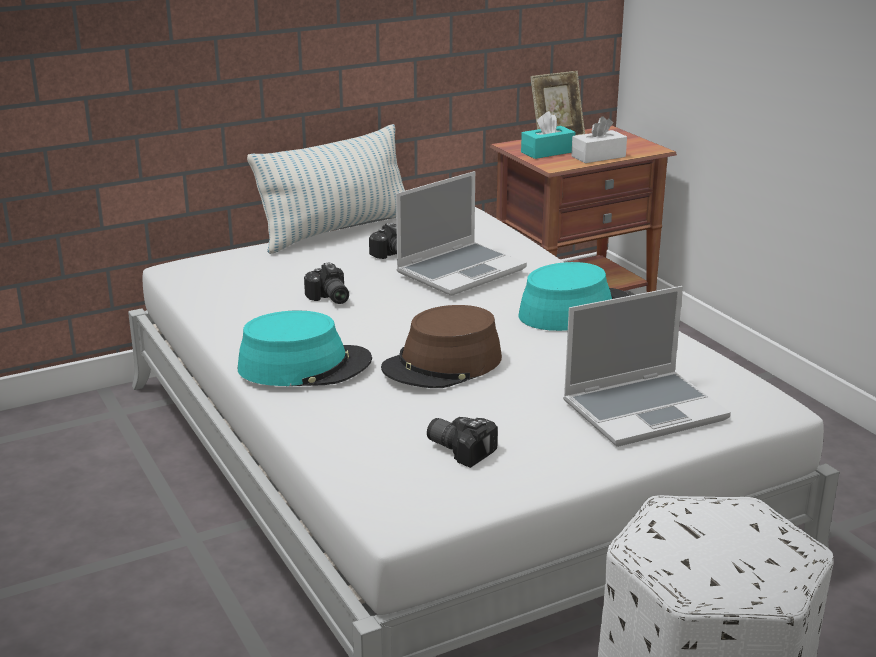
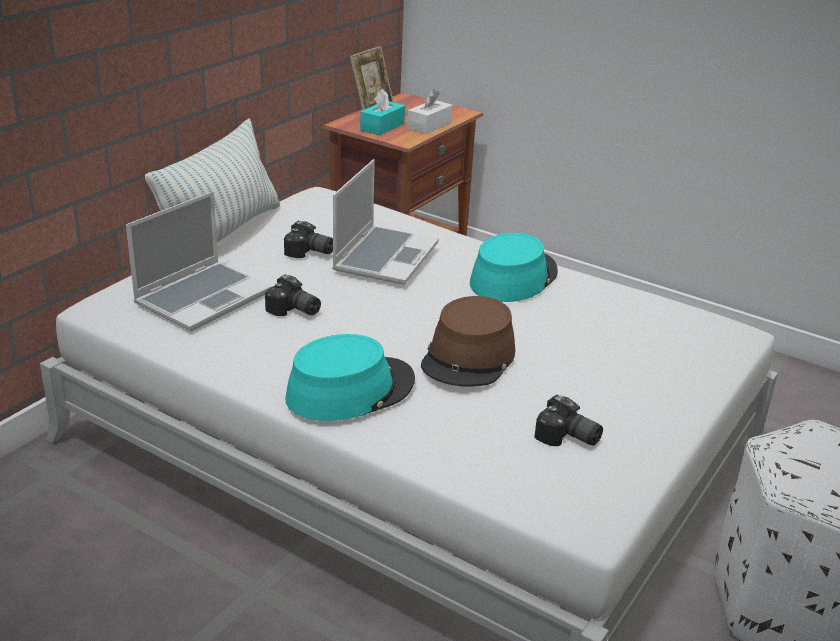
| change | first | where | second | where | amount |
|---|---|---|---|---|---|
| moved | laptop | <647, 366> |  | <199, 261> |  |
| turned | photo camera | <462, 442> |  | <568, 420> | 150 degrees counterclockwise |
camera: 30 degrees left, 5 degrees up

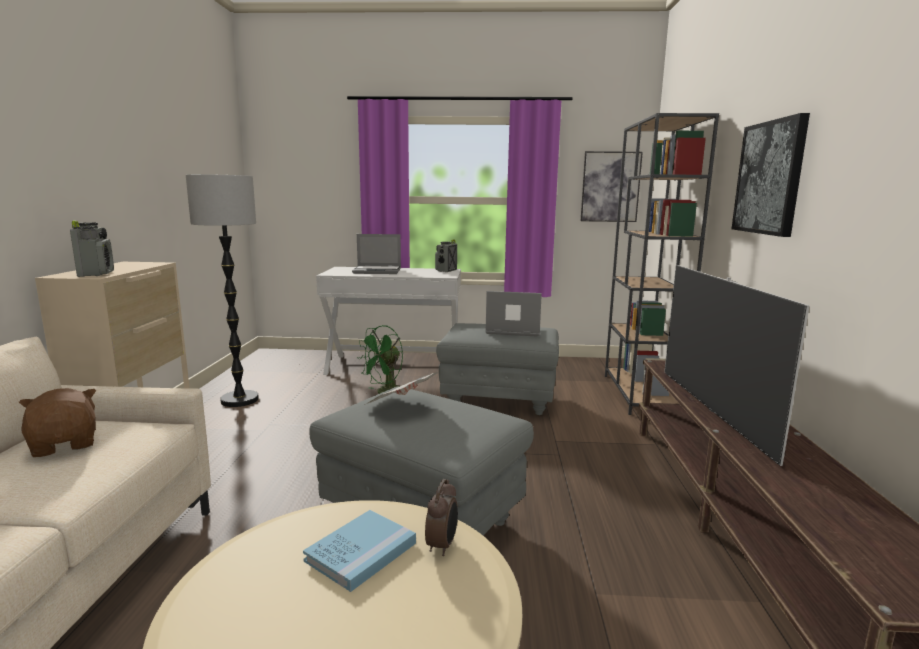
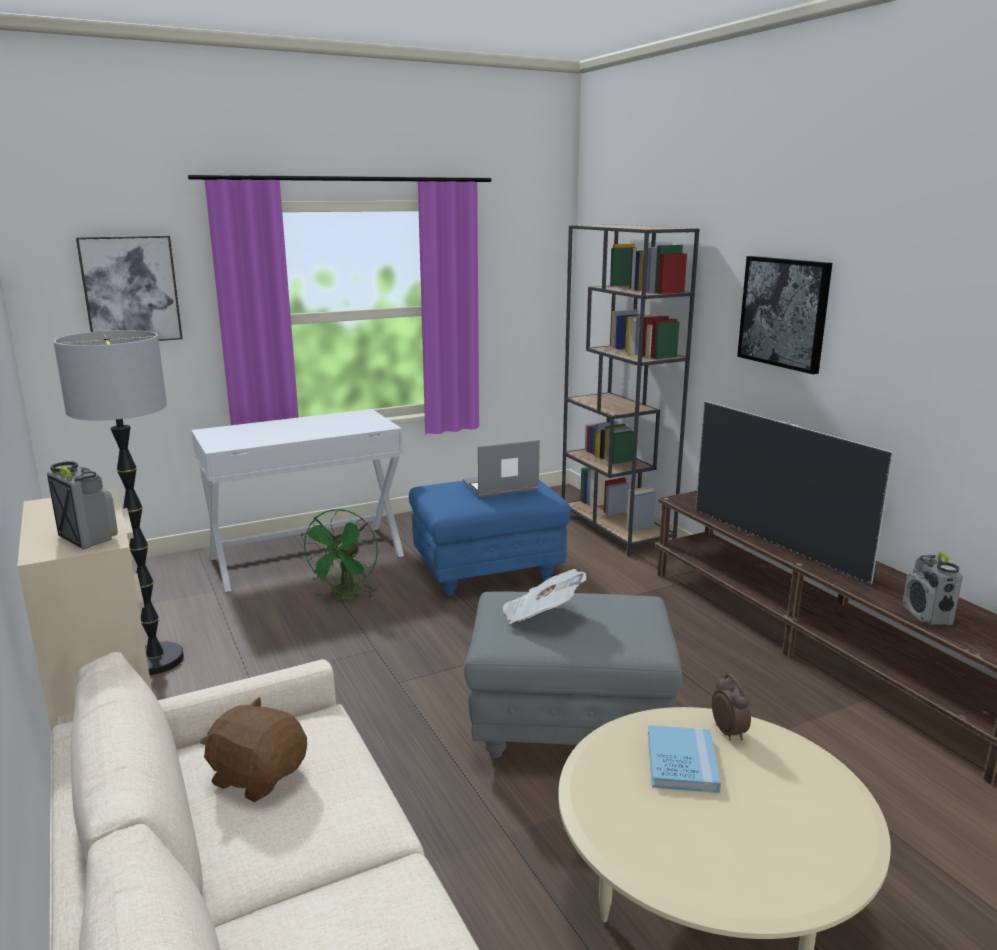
| change | first | where | second | where | amount |
|---|---|---|---|---|---|
| moved | picture | <612, 186> |  | <129, 288> |  |
| removed | laptop | <376, 254> |  |  |  |
| moved | radio | <446, 255> |  | <933, 588> |  |
| recoloured | grey ottoman | <497, 369> | blue ottoman | <490, 538> |  |
camera: 30 degrees left, 5 degrees up

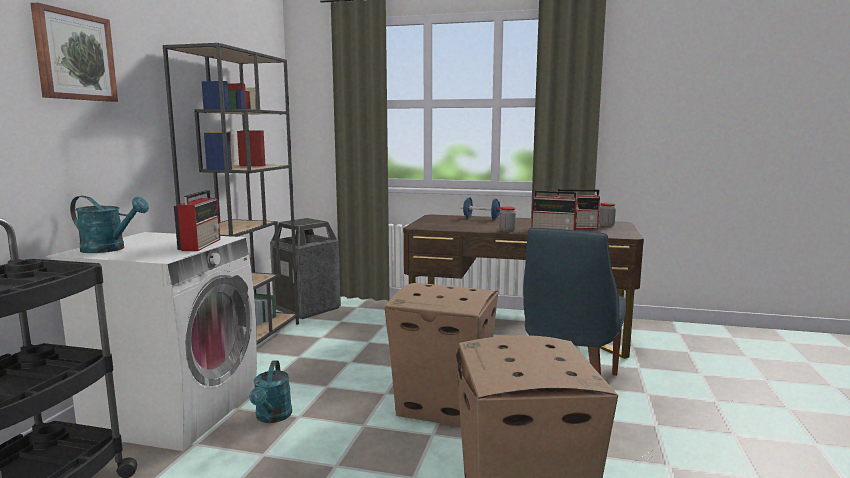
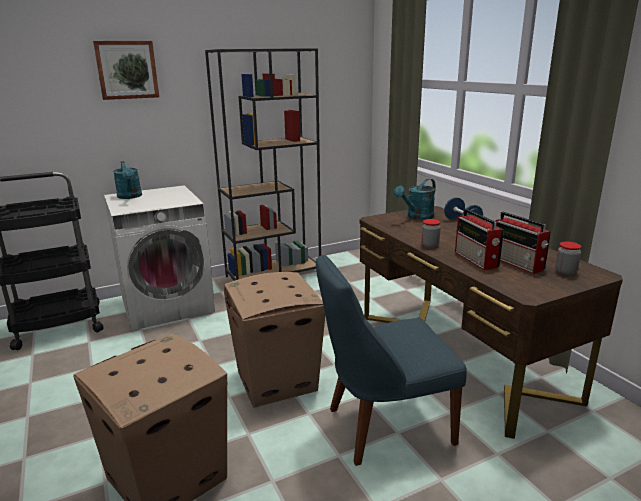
| change | first | where | second | where | amount |
|---|---|---|---|---|---|
| removed | radio | <197, 220> |  |  |  |
| removed | trash can | <305, 268> |  |  |  |
| moved | turquoise watering can | <270, 391> |  | <415, 199> |  |
camera: 50 degrees right, 10 degrees up

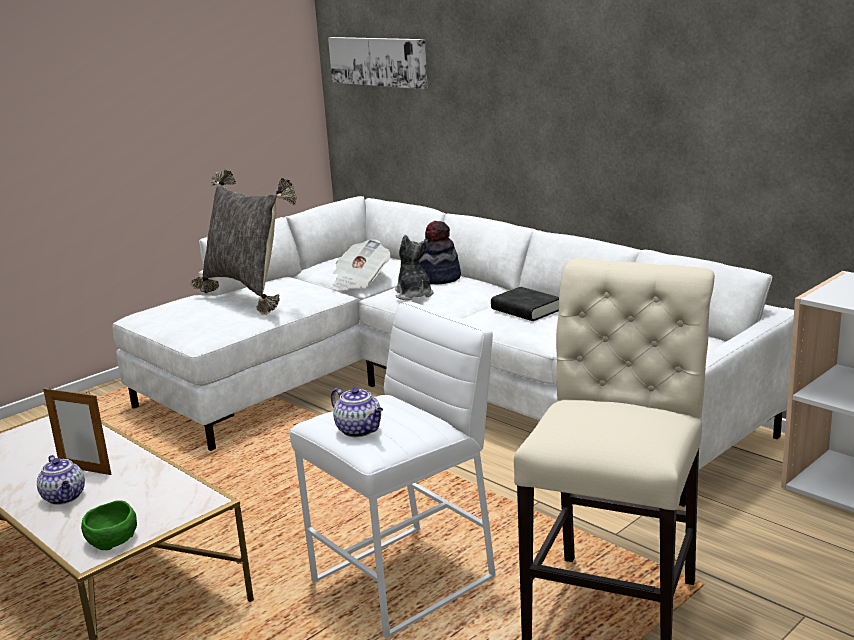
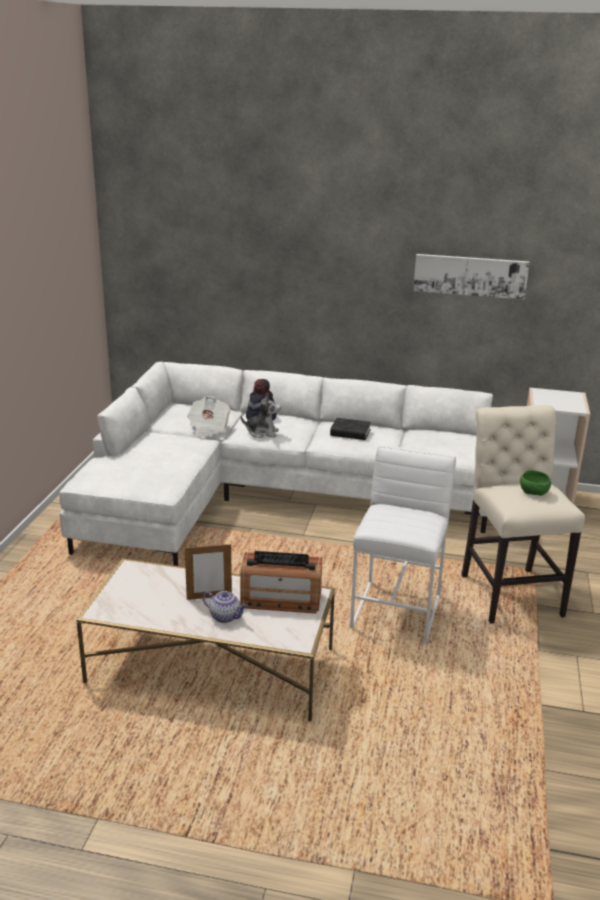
| change | first | where | second | where | amount |
|---|---|---|---|---|---|
| moved | picture | <378, 63> |  | <471, 277> |  |
| removed | pillow | <244, 243> |  |  |  |
| turned | plush toy | <414, 268> |  | <261, 415> | 150 degrees clockwise |
| removed | teapot | <357, 412> |  |  |  |
| moved | green bowl | <109, 525> |  | <535, 483> |  |
| added |  |  | radio | <281, 582> |  |
camera: 35 degrees left, 5 degrees up

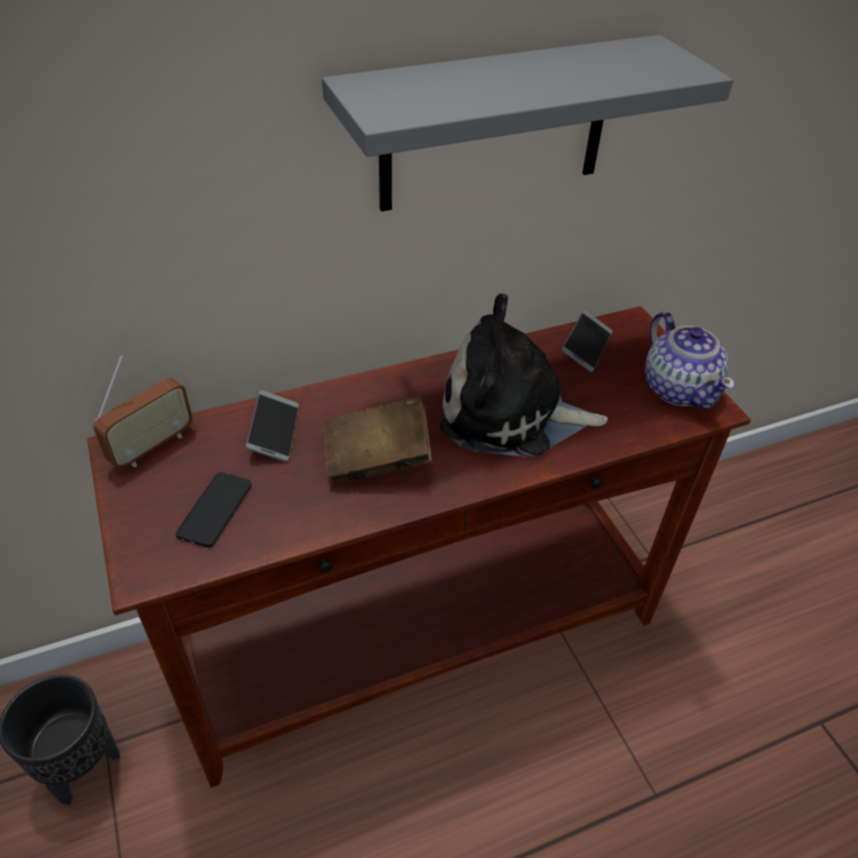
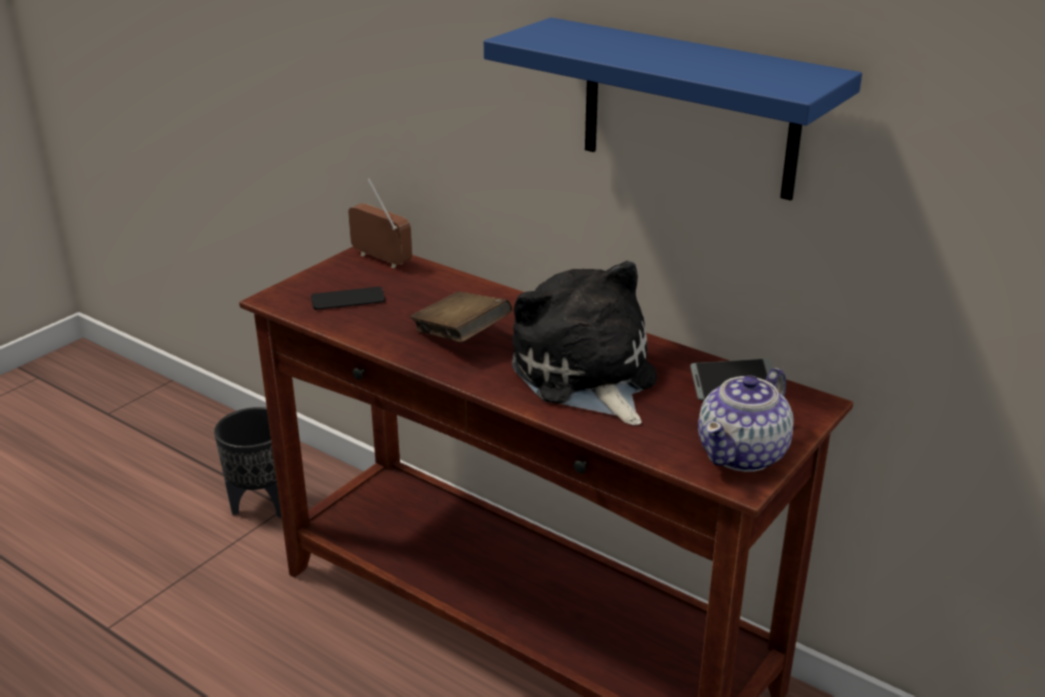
| change | first | where | second | where | amount |
|---|---|---|---|---|---|
| recoloured | grey shelf | <527, 123> | blue shelf | <673, 109> |  |
| turned | radio | <143, 412> |  | <380, 223> | 150 degrees counterclockwise |
| removed | phone | <272, 426> |  |  |  |
camera: 60 degrees right, 15 degrees down

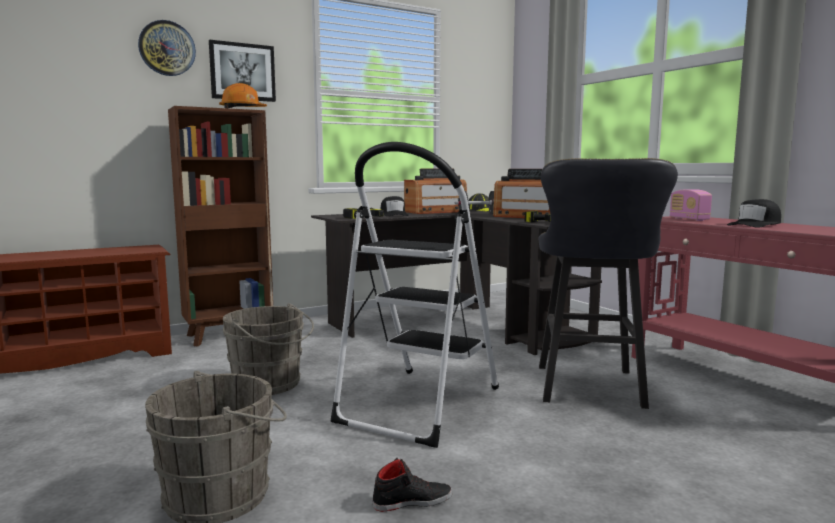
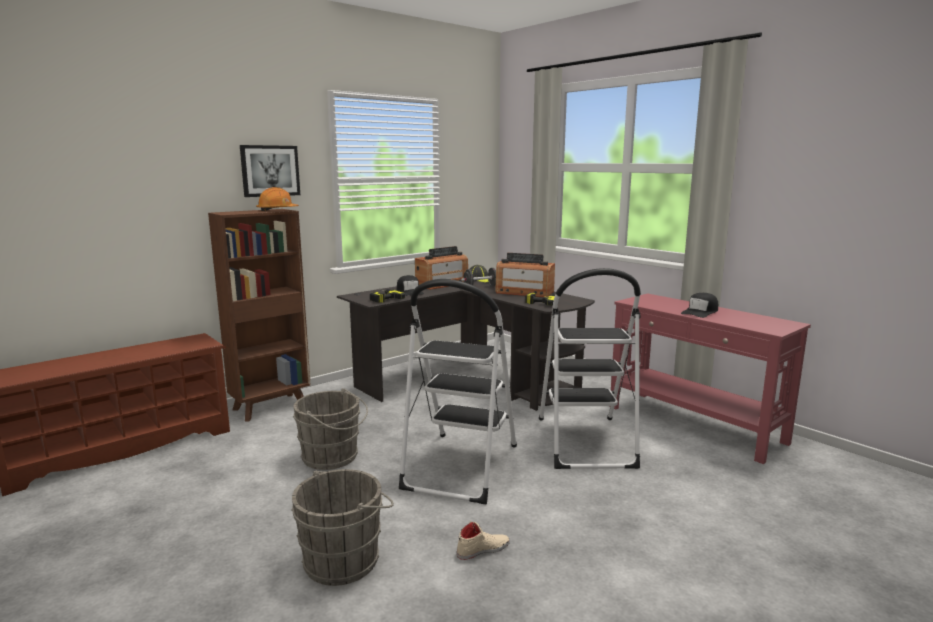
| change | first | where | second | where | amount |
|---|---|---|---|---|---|
| removed | wall clock | <167, 48> |  |  |  |
| replaced | black stool | <608, 283> | step ladder | <590, 368> |  |
| removed | radio | <691, 205> |  |  |  |
| recoloured | black shoe | <412, 485> | beige shoe | <483, 540> |  |
camera: 10 degrees left, 5 degrees up

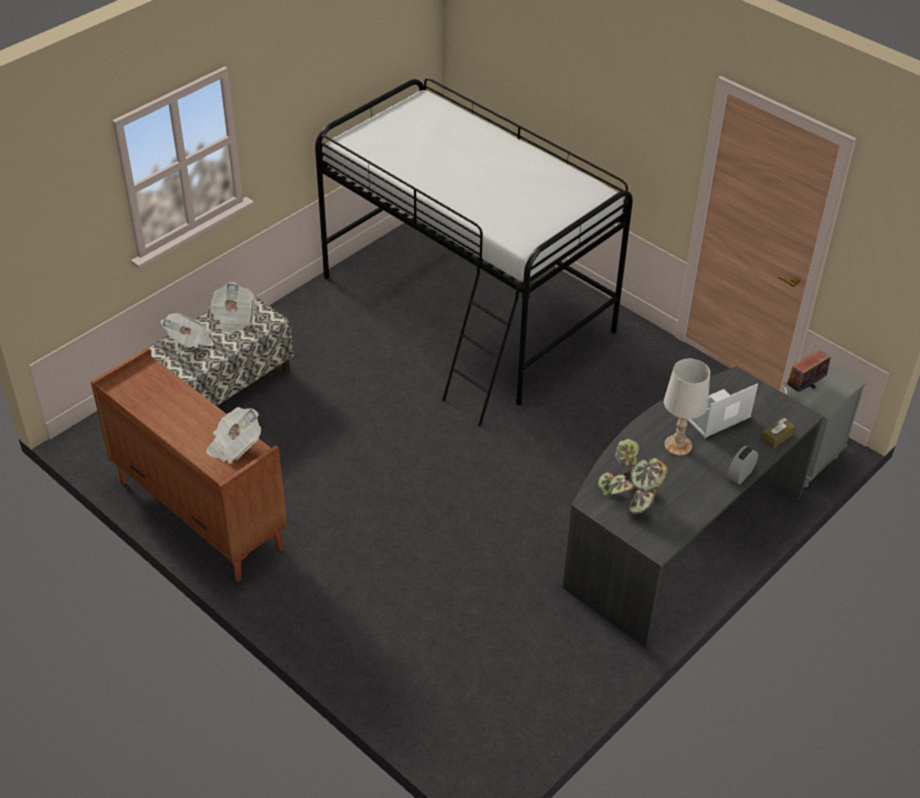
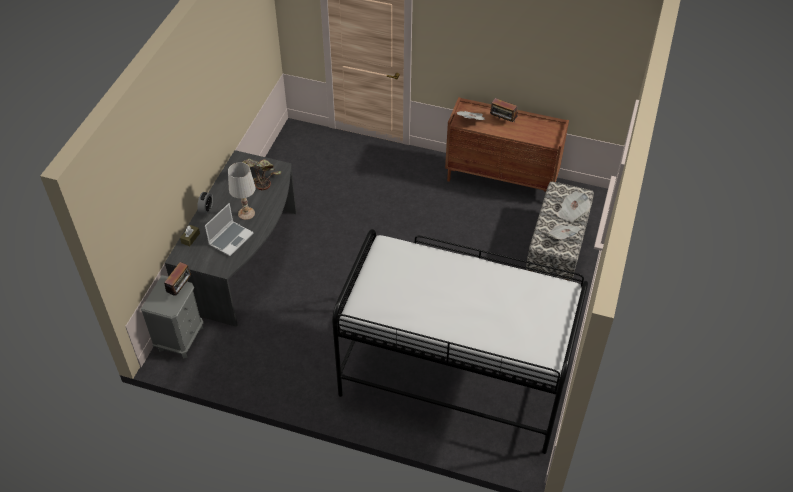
| change | first | where | second | where | amount |
|---|---|---|---|---|---|
| added |  |  | radio | <504, 110> |  |
camera: 155 degrees right, 5 degrees up

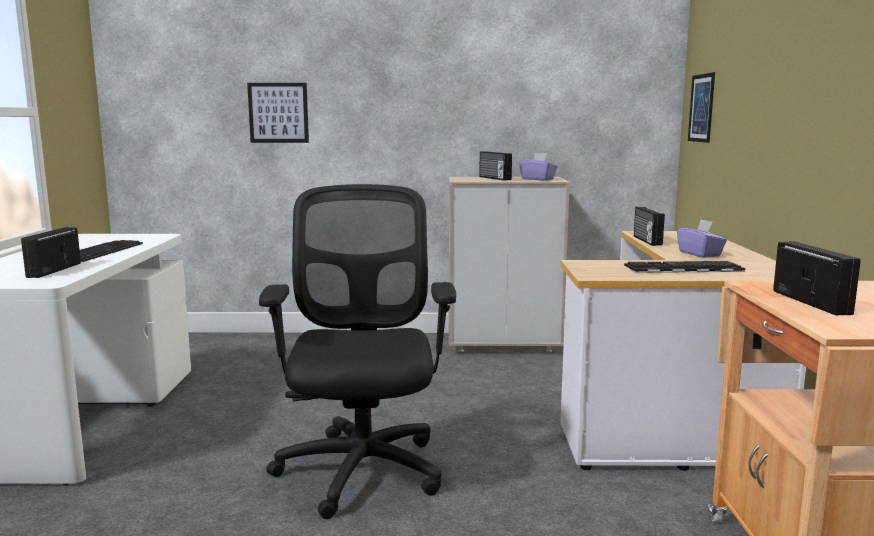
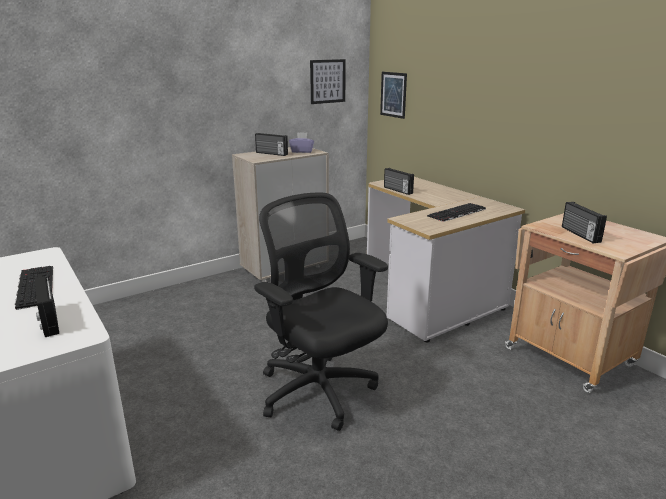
| change | first | where | second | where | amount |
|---|---|---|---|---|---|
| moved | picture | <278, 113> |  | <328, 81> |  |
| removed | purple tissue box | <702, 238> |  |  |  |
| turned | radio | <817, 278> |  | <584, 223> | 150 degrees counterclockwise |
camera: 35 degrees left, 10 degrees up

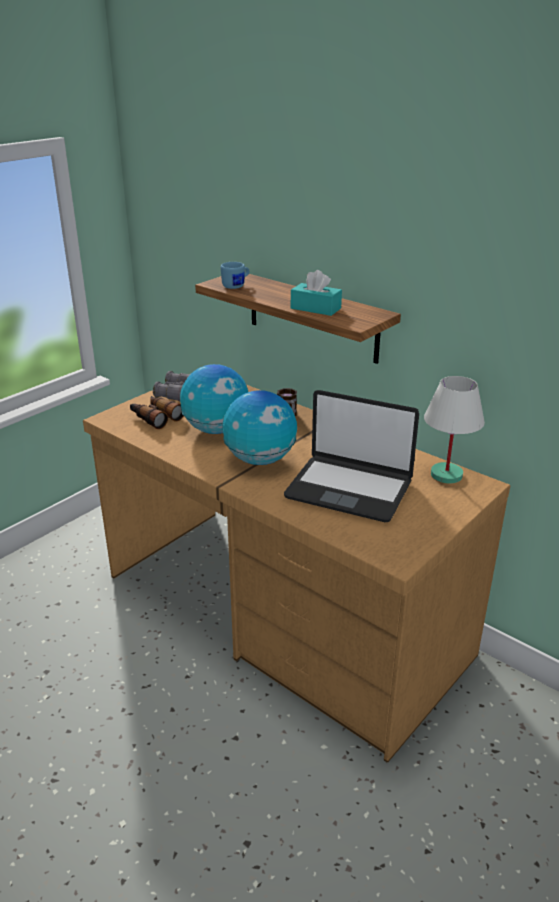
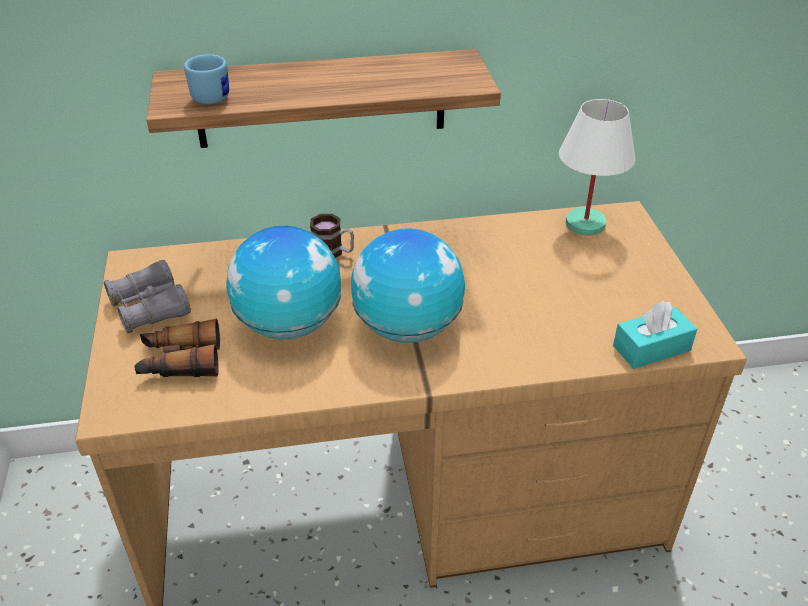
| change | first | where | second | where | amount |
|---|---|---|---|---|---|
| moved | turquoise tissue box | <316, 293> |  | <655, 335> |  |
| removed | laptop | <351, 456> |  |  |  |
camera: 50 degrees left, 10 degrees up

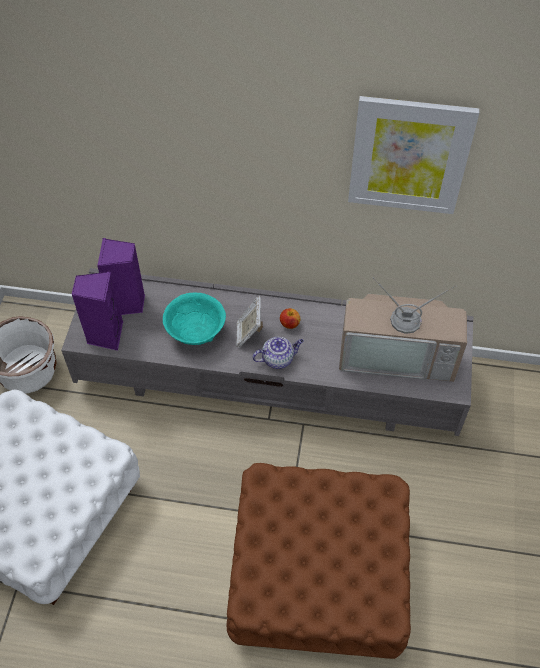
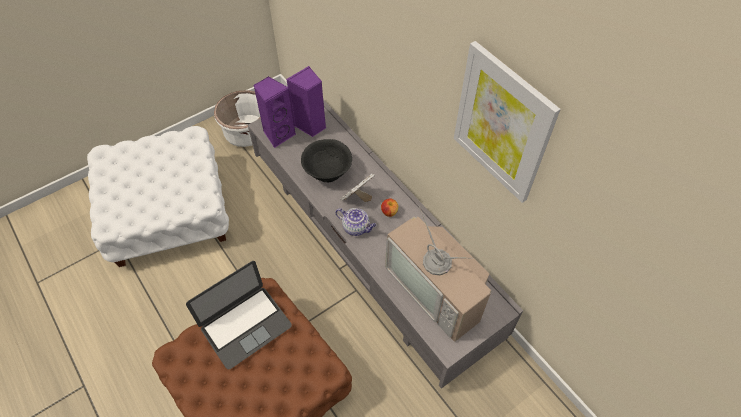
| change | first | where | second | where | amount |
|---|---|---|---|---|---|
| recoloured | turquoise bowl | <194, 319> | black bowl | <326, 161> |  |
| added |  |  | laptop | <239, 315> |  |
camera: 45 degrees right, 0 degrees up

